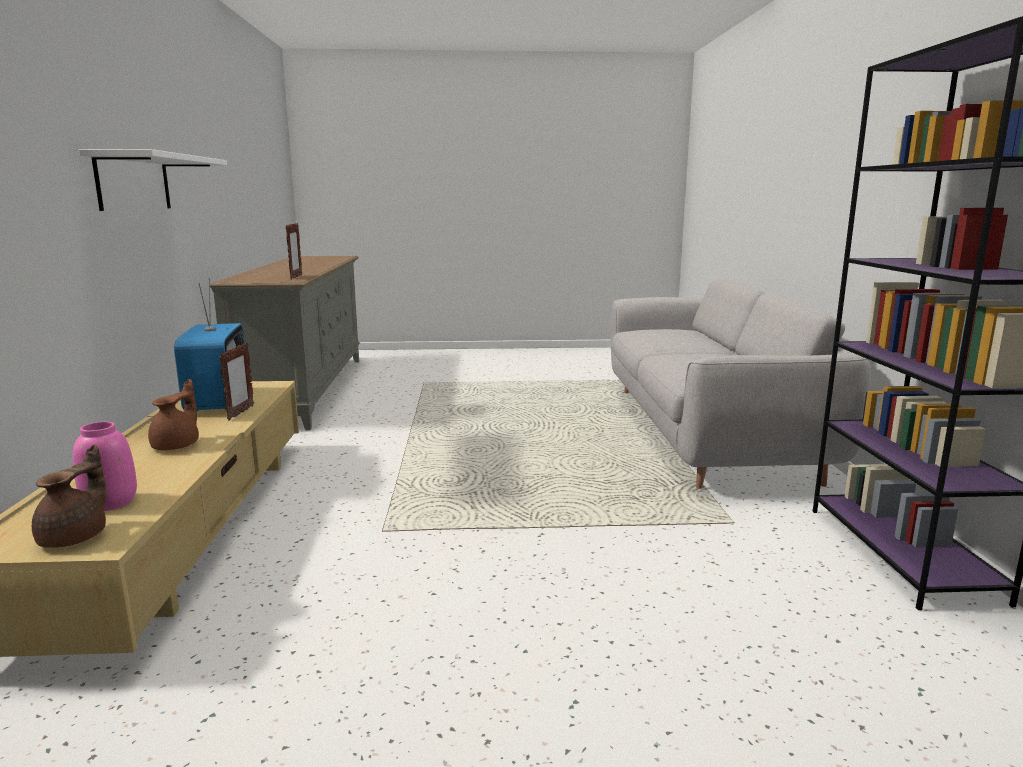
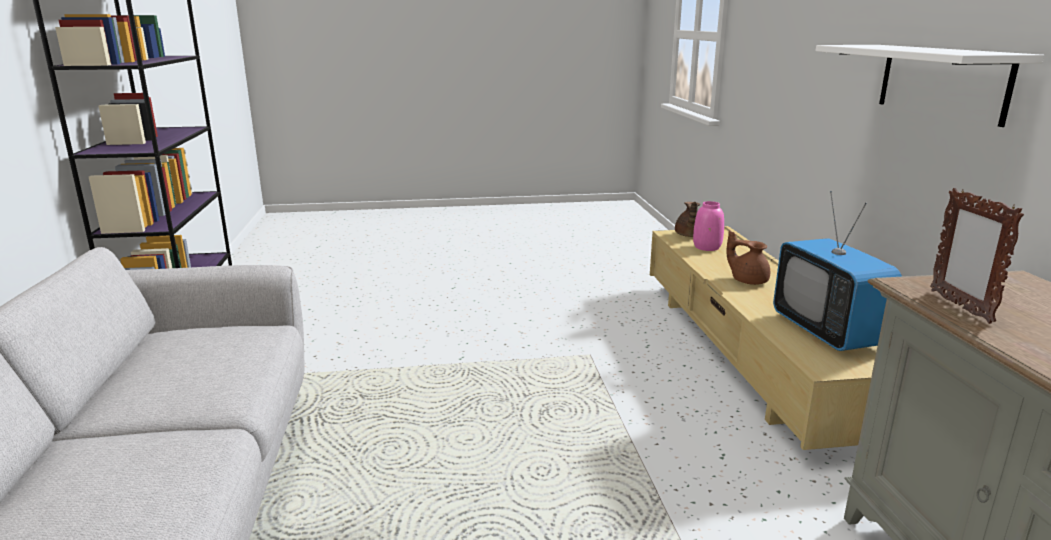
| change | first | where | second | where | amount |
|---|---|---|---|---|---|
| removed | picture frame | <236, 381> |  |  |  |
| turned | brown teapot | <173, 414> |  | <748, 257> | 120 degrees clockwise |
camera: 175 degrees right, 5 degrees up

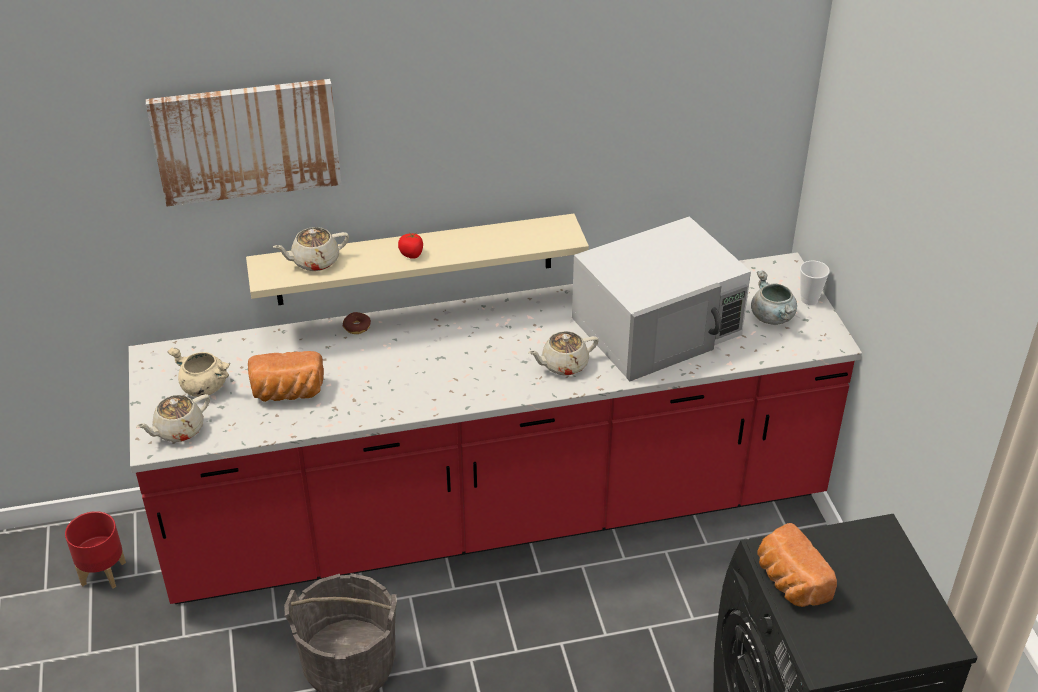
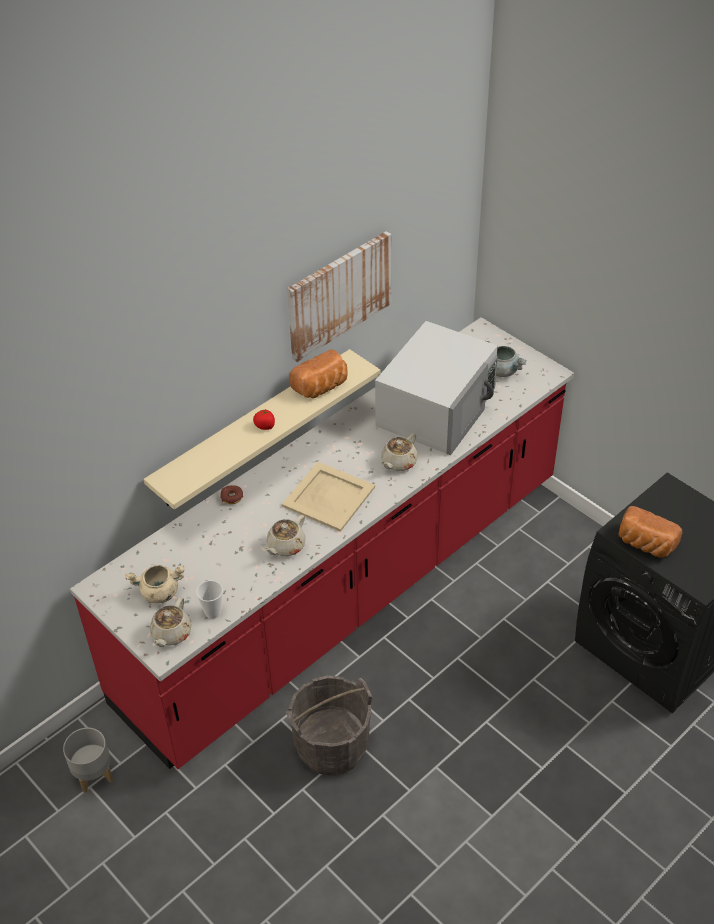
| change | first | where | second | where | amount |
|---|---|---|---|---|---|
| moved | picture | <243, 142> |  | <339, 296> |  |
| moved | beige teapot | <311, 249> |  | <284, 535> |  |
| moved | cup | <815, 283> |  | <209, 599> |  |
| moved | bread | <286, 376> |  | <318, 373> |  |
| recoloured | red planter | <95, 550> | grey planter | <88, 760> |  |
| added |  |  | beige tray | <328, 497> |  |
camera: 30 degrees left, 5 degrees up

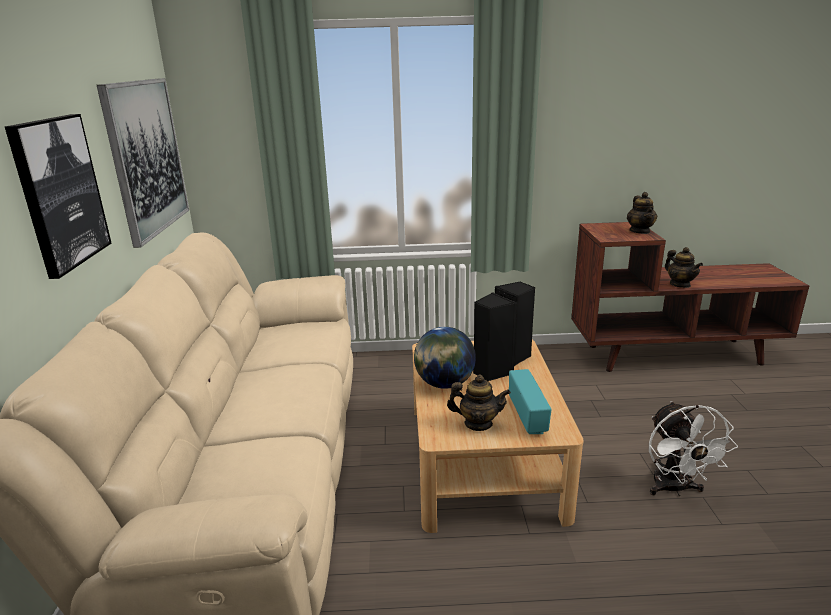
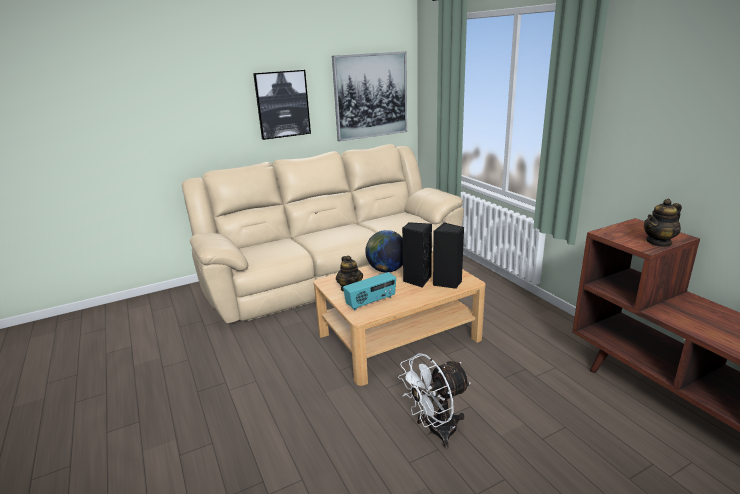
| change | first | where | second | where | amount |
|---|---|---|---|---|---|
| removed | teapot | <684, 267> |  |  |  |
camera: 65 degrees right, 0 degrees up

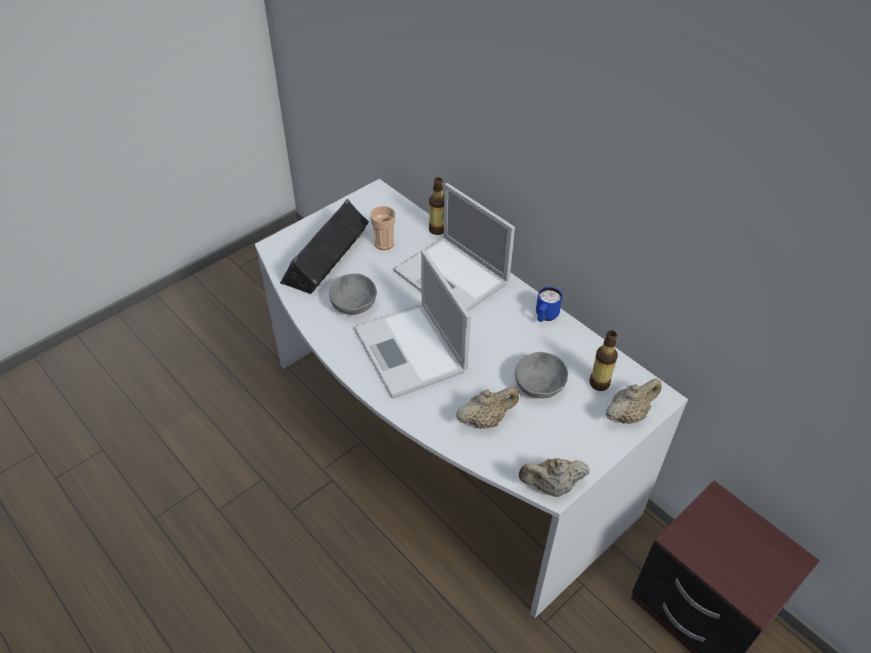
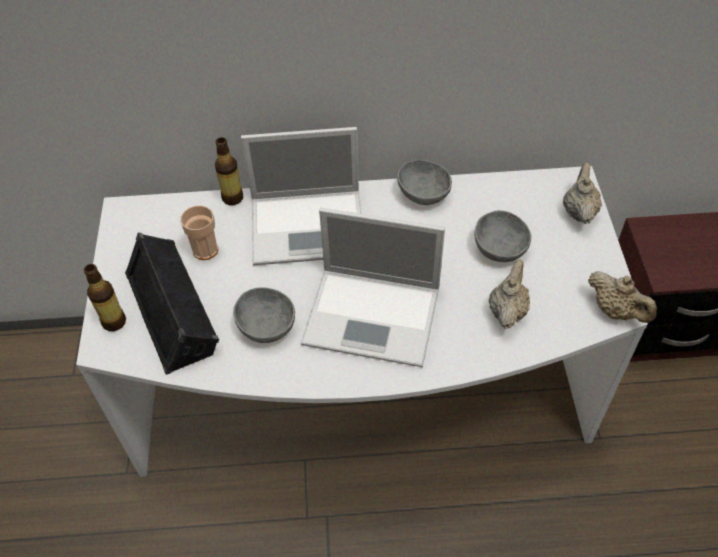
| change | first | where | second | where | amount |
|---|---|---|---|---|---|
| replaced | blue mug | <549, 304> | grey bowl | <424, 182> |  |
| moved | bottle | <603, 360> |  | <105, 297> |  |
| turned | beige teapot | <554, 477> |  | <622, 297> | 75 degrees counterclockwise |
camera: 50 degrees left, 5 degrees up

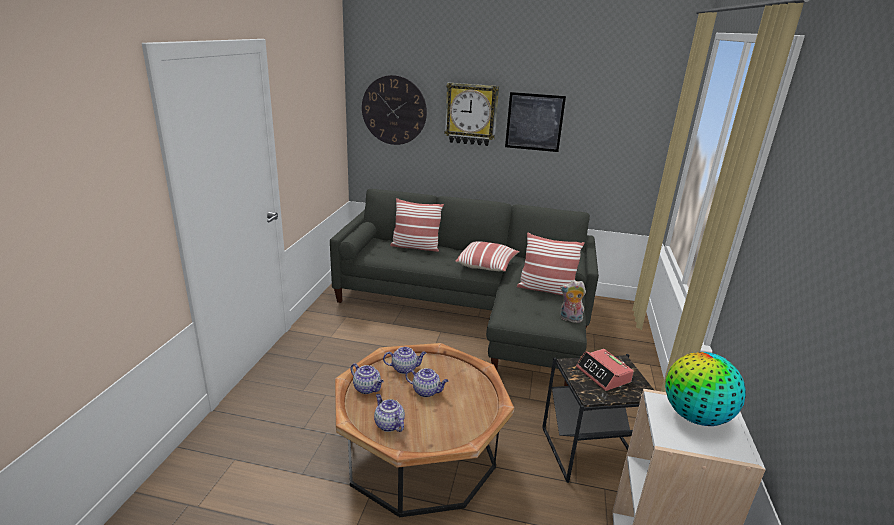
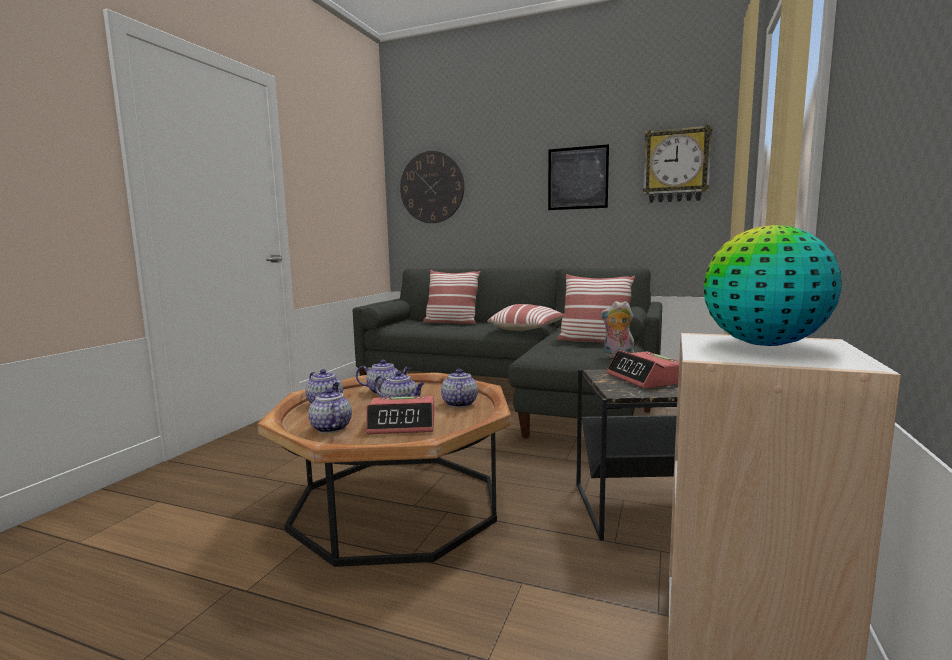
| change | first | where | second | where | amount |
|---|---|---|---|---|---|
| moved | wall clock | <471, 114> |  | <677, 164> |  |
| added |  |  | teapot | <459, 388> |  |
| added |  |  | alarm clock | <400, 415> |  |
camera: 10 degrees right, 15 degrees down

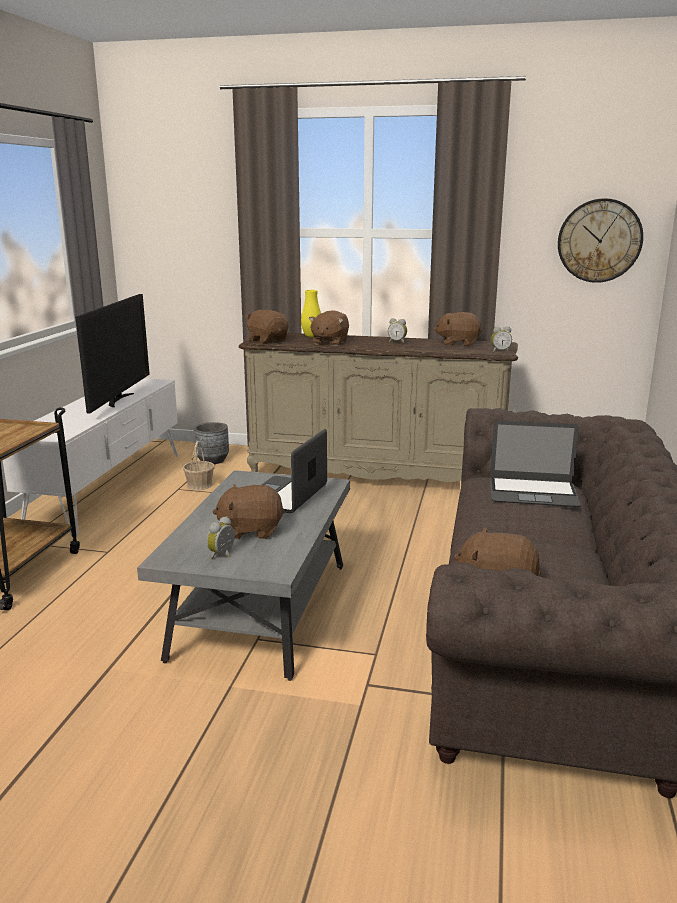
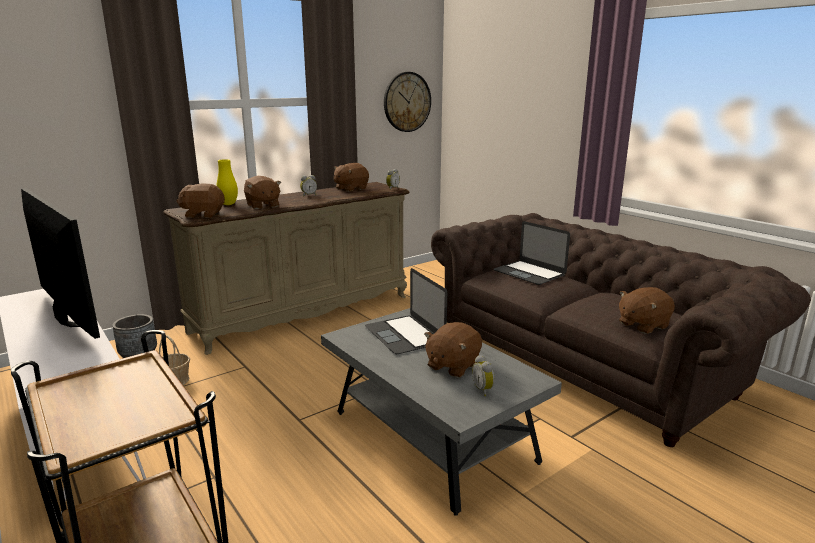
| change | first | where | second | where | amount |
|---|---|---|---|---|---|
| turned | laptop | <535, 464> |  | <532, 253> | 90 degrees clockwise |
camera: 50 degrees left, 0 degrees up

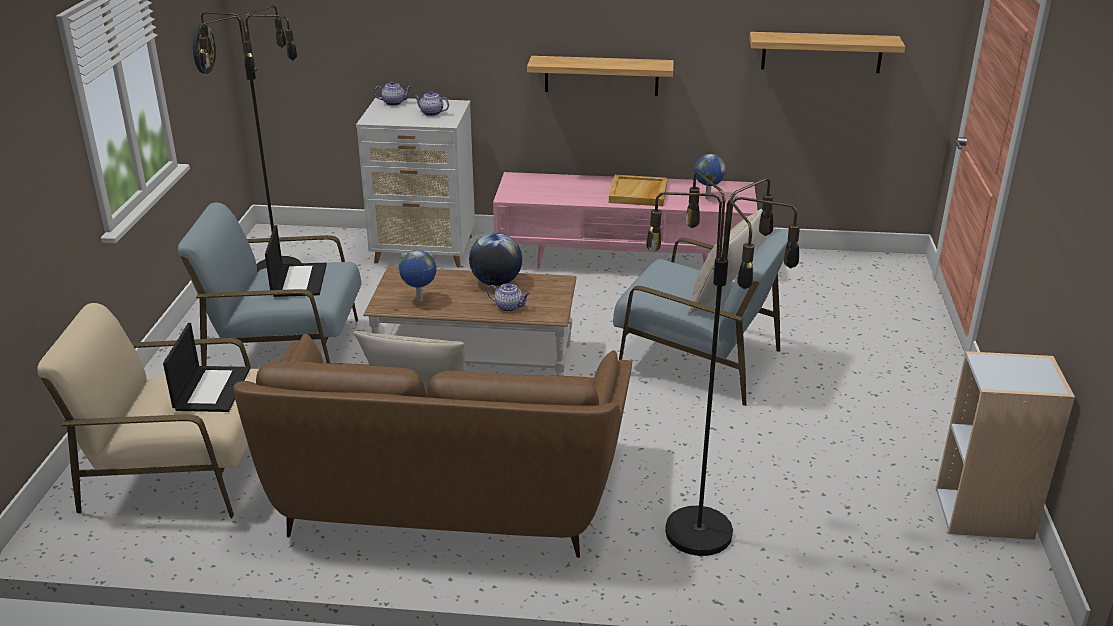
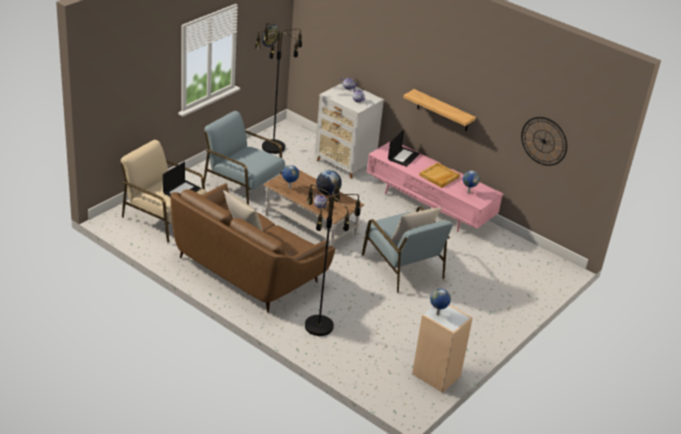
| change | first | where | second | where | amount |
|---|---|---|---|---|---|
| replaced | shelf | <827, 52> | wall clock | <544, 141> |  |
| moved | laptop | <296, 261> |  | <404, 148> |  |
| added |  |  | globe | <440, 302> |  |
camera: 30 degrees right, 5 degrees up

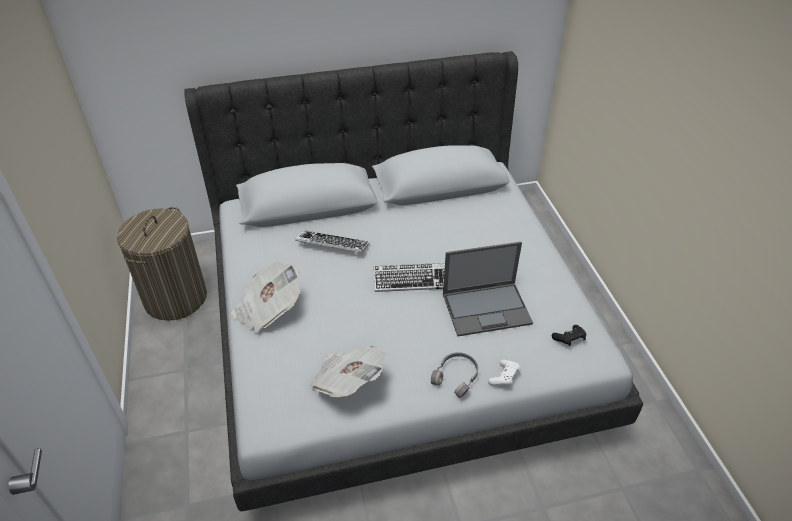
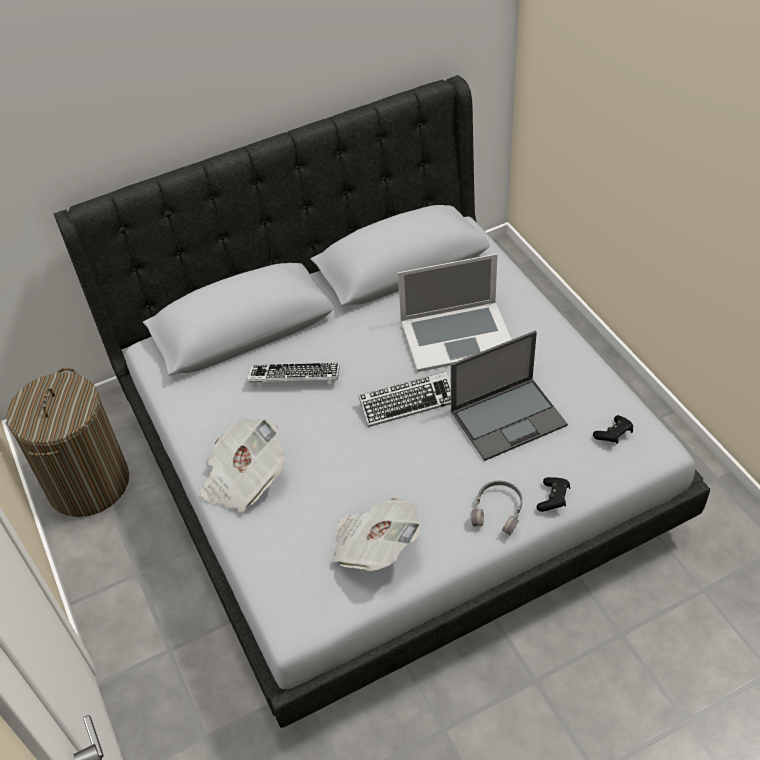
| change | first | where | second | where | amount |
|---|---|---|---|---|---|
| recoloured | white game controller | <504, 373> | black game controller | <553, 494> |  |
| added |  |  | laptop | <455, 313> |  |
camera: 10 degrees left, 5 degrees up

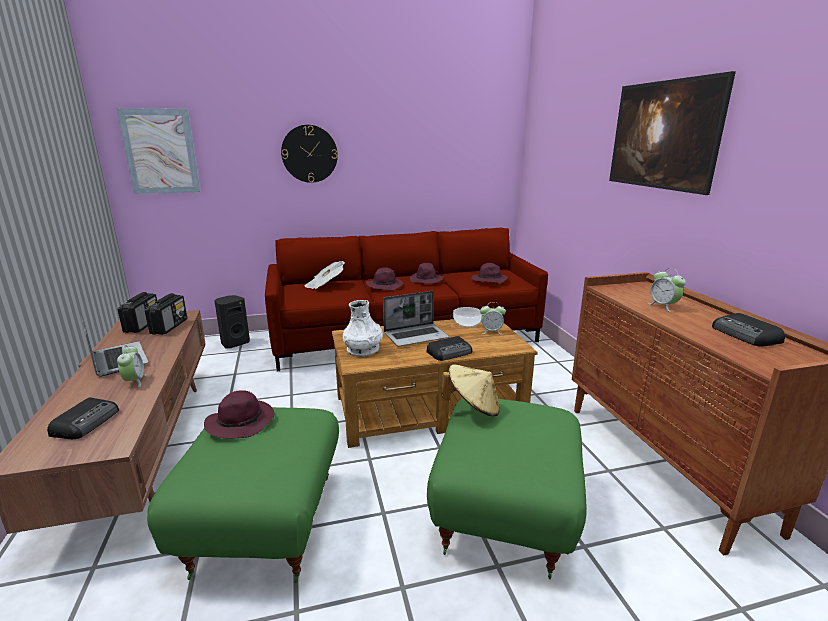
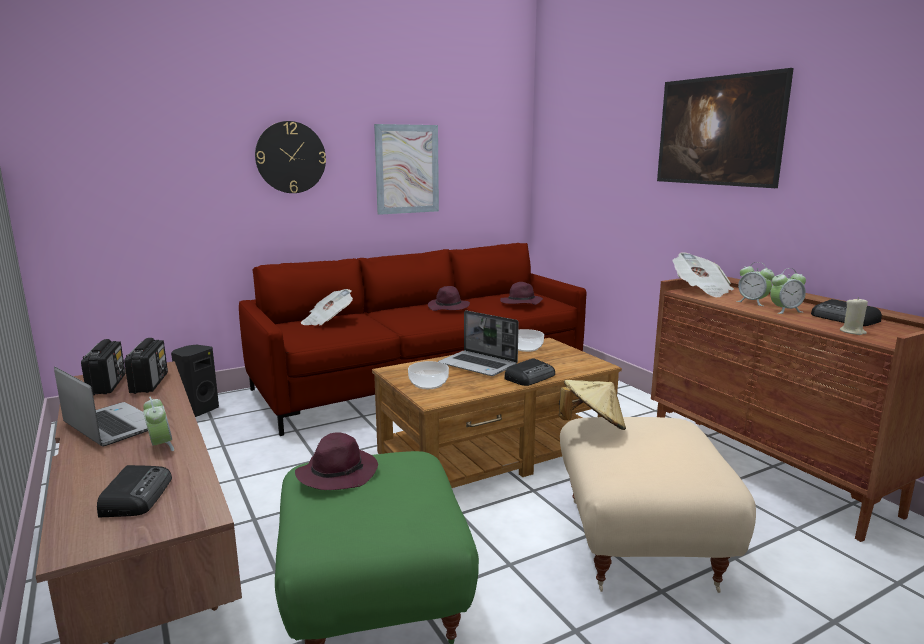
| change | first | where | second | where | amount |
|---|---|---|---|---|---|
| moved | picture | <159, 151> |  | <406, 169> |  |
| removed | purple hat | <384, 279> |  |  |  |
| turned | laptop | <416, 319> |  | <478, 343> | 75 degrees clockwise |
| replaced | white vase | <363, 328> | bowl | <428, 375> |  |
| moved | alarm clock | <493, 318> |  | <788, 291> |  |
| recoloured | green ottoman | <507, 488> | beige ottoman | <658, 505> |  |
| added |  |  | newspaper | <703, 275> |  |
| added |  |  | beige candle | <854, 316> |  |
camera: 15 degrees left, 5 degrees down

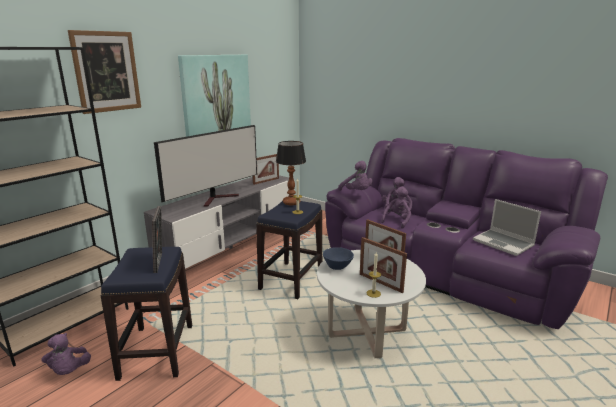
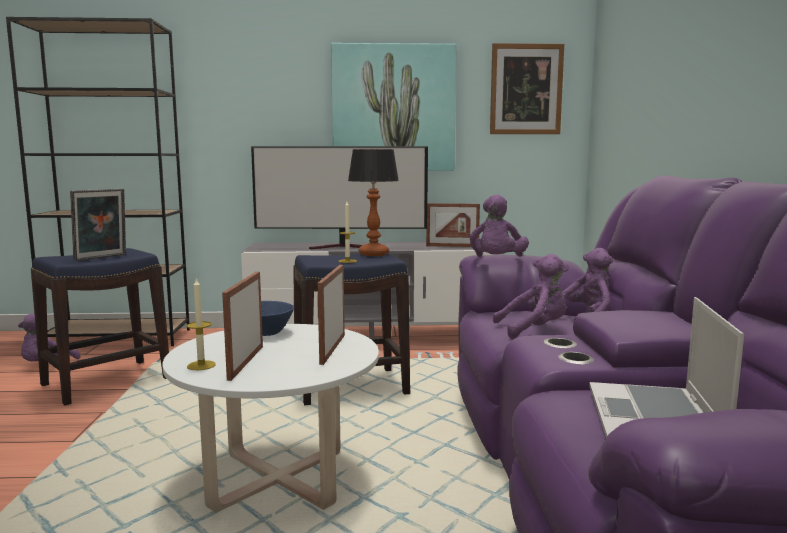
| change | first | where | second | where | amount |
|---|---|---|---|---|---|
| moved | picture | <104, 72> |  | <527, 88> |  |
camera: 50 degrees right, 10 degrees down

